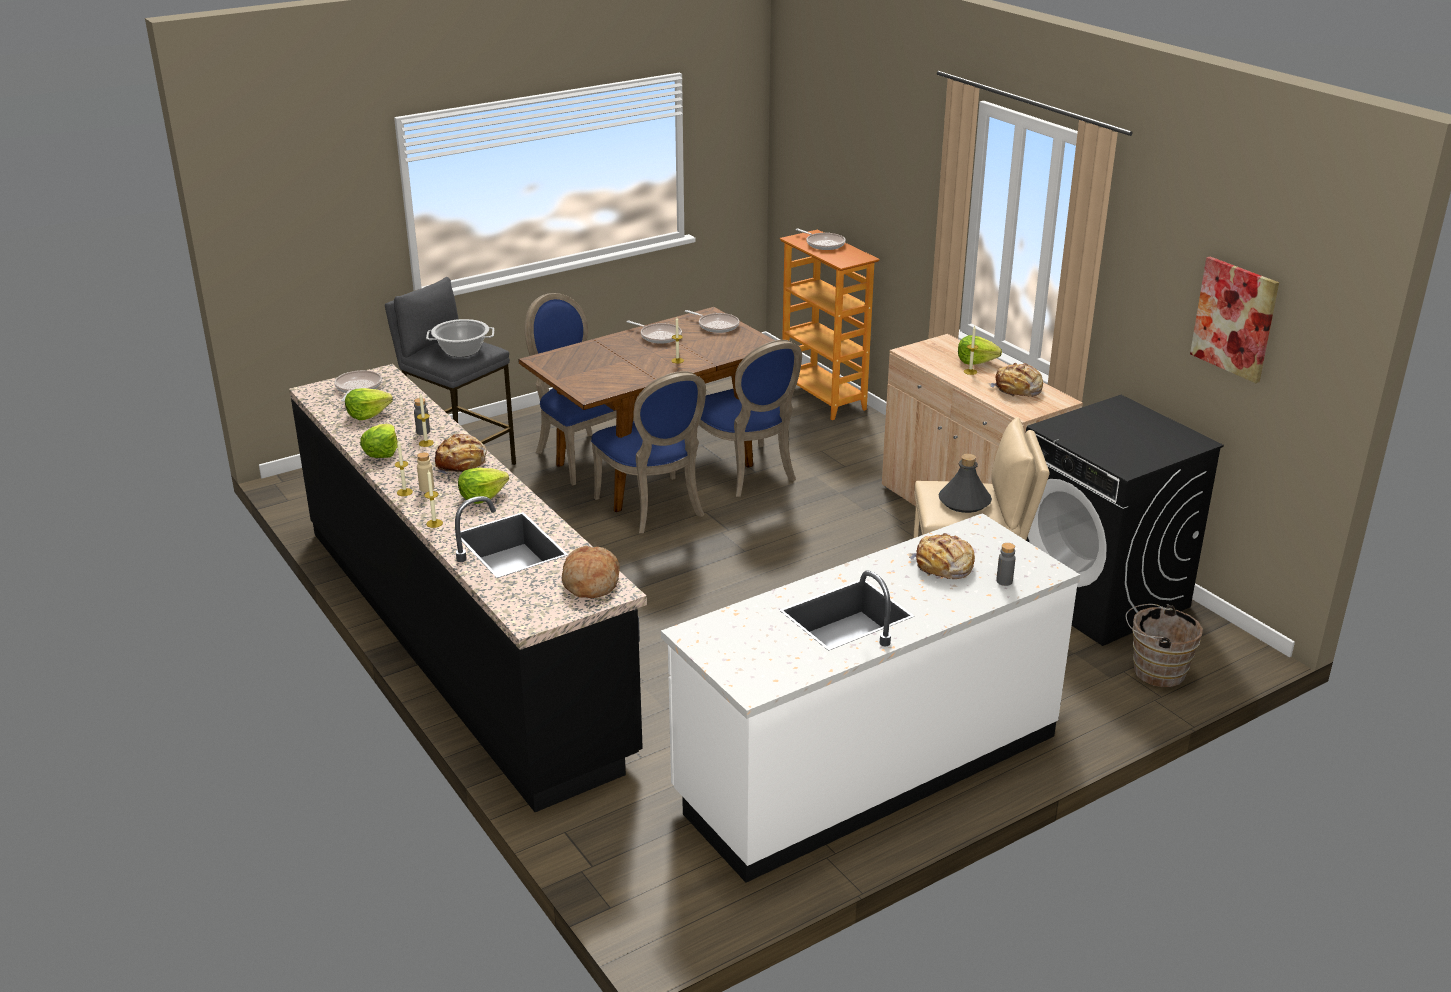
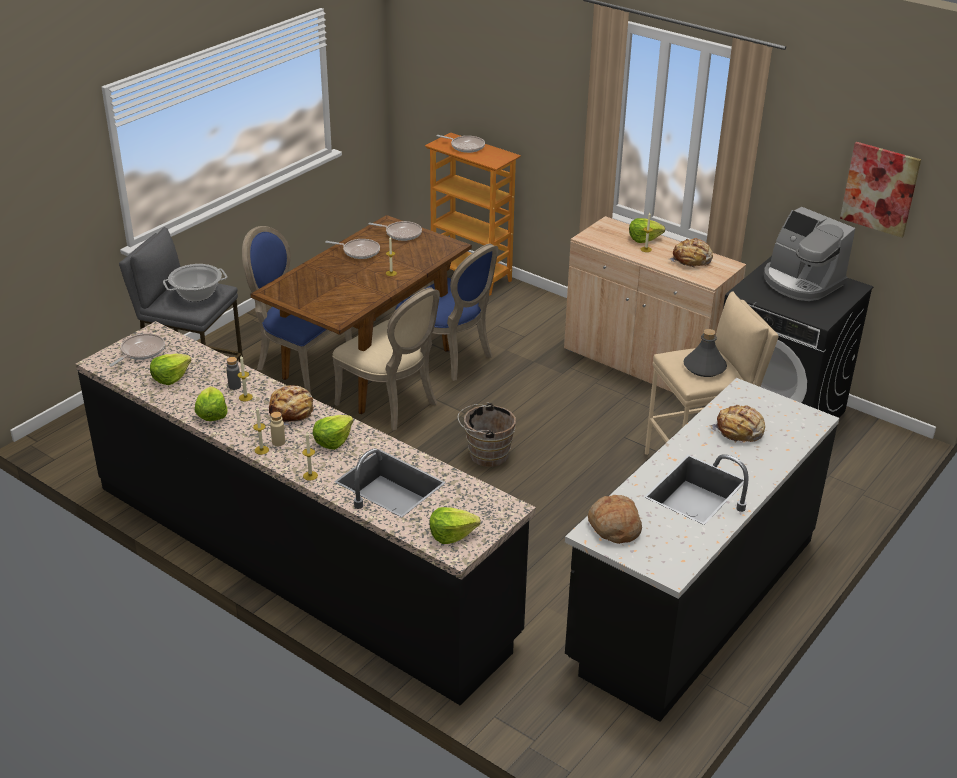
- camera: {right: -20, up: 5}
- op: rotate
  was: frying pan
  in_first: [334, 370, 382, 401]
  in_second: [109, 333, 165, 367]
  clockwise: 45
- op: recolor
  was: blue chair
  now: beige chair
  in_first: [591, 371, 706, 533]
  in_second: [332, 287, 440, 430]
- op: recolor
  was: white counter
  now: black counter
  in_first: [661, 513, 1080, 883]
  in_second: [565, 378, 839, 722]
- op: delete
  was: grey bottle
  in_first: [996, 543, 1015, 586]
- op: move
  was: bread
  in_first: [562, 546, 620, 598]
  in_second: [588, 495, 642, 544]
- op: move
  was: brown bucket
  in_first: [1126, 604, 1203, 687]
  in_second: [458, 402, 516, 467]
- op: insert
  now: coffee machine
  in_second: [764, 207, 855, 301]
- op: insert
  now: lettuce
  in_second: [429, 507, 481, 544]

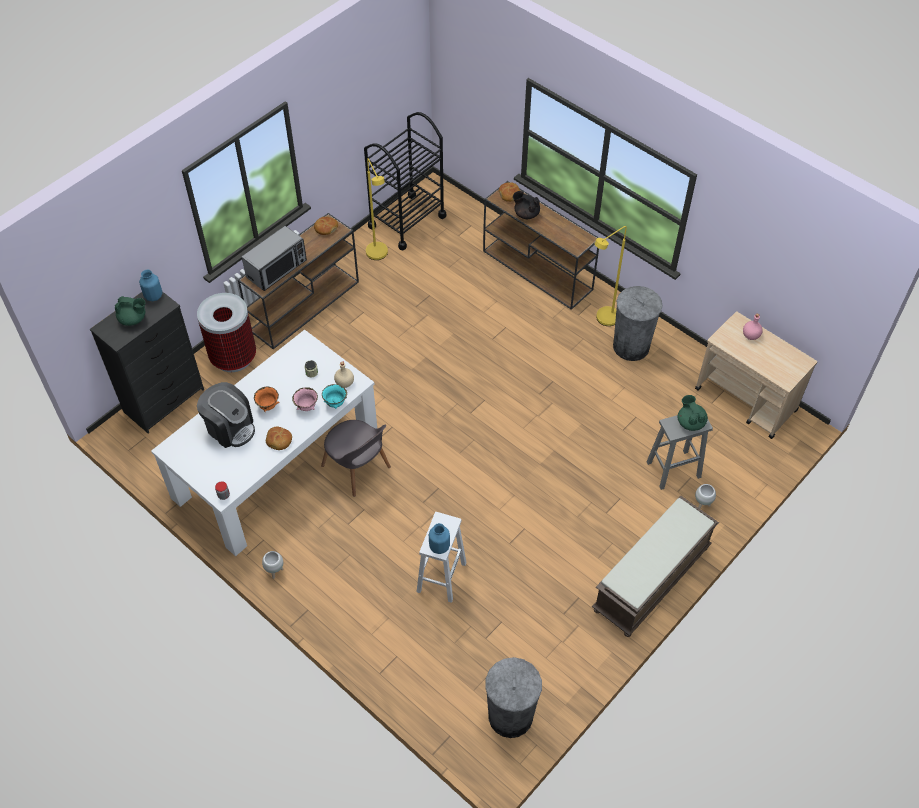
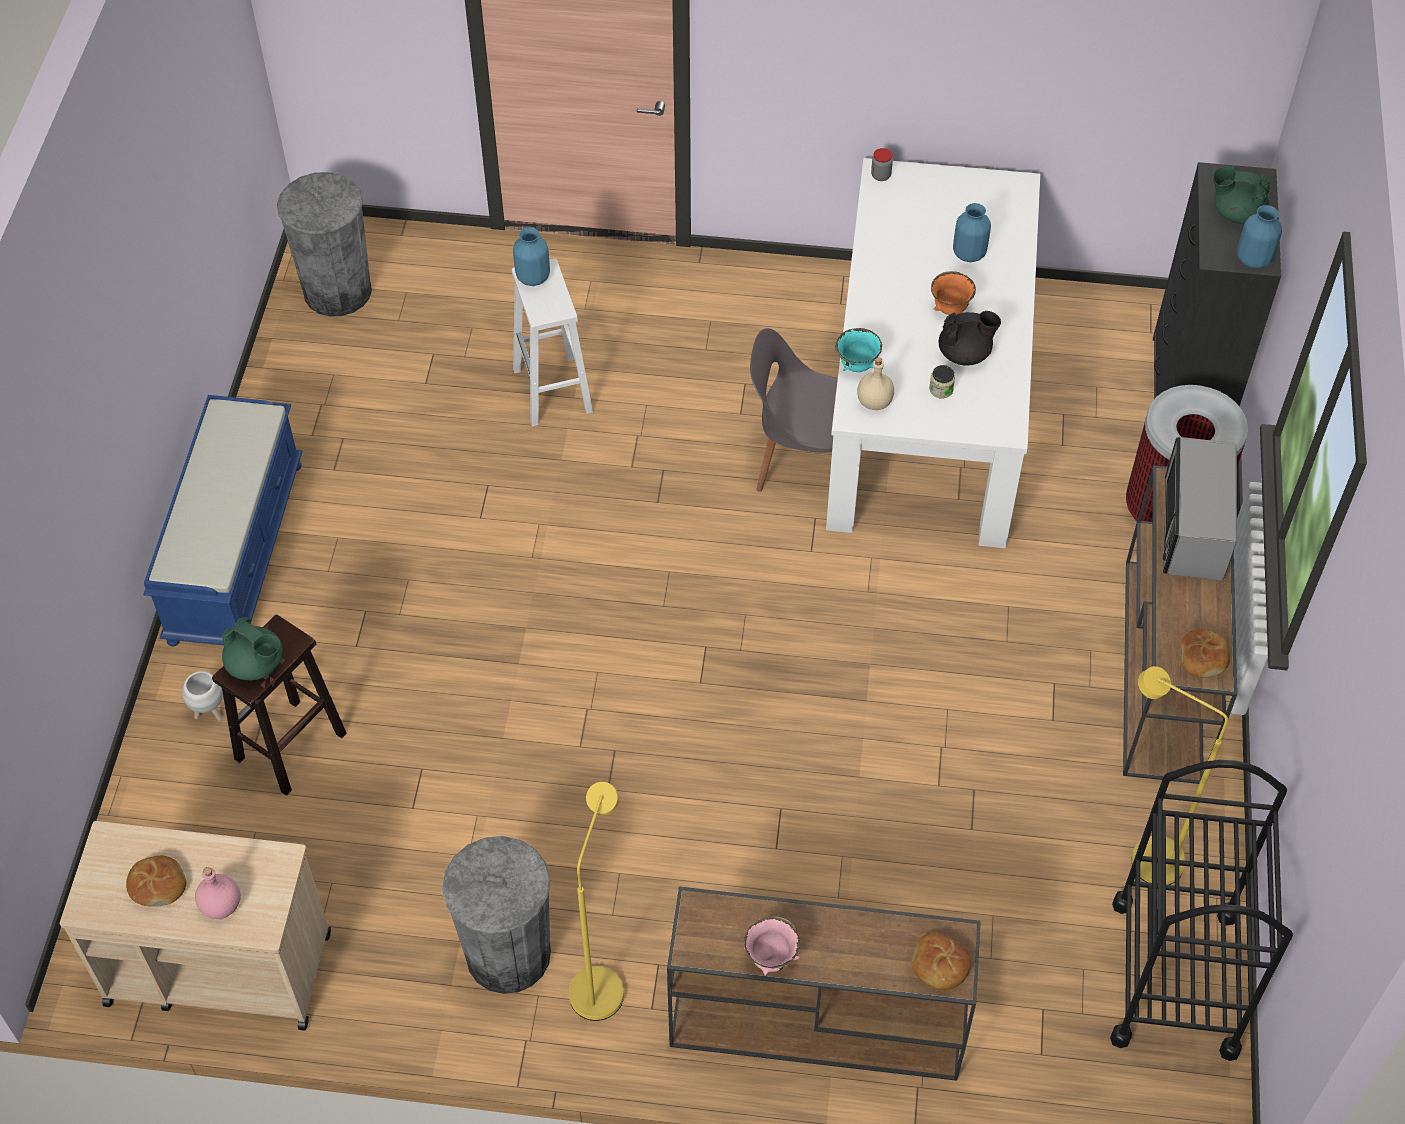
- camera: {right: 145, up: 0}
- op: move
  was: black teapot
  in_first: [513, 191, 540, 219]
  in_second: [939, 311, 1001, 366]
- op: rotate
  was: green teapot
  in_first: [115, 296, 145, 326]
  in_second: [1213, 166, 1270, 224]
  clockwise: 45
- op: replace
  was: coffee machine
  now: blue vase
  in_first: [197, 382, 255, 448]
  in_second: [953, 203, 991, 262]
- op: move
  was: pink bowl
  in_first: [292, 387, 318, 411]
  in_second: [744, 916, 800, 976]
- op: recolor
  was: grey stool
  now: brown stool
  in_first: [647, 415, 713, 490]
  in_second: [212, 615, 347, 796]
- op: move
  was: bread
  in_first: [266, 427, 292, 450]
  in_second: [126, 856, 187, 906]
- op: recolor
  was: brown bench
  now: blue bench
  in_first: [592, 496, 719, 637]
  in_second: [143, 395, 302, 647]
- op: delete
  was: white planter
  in_first: [262, 551, 283, 579]

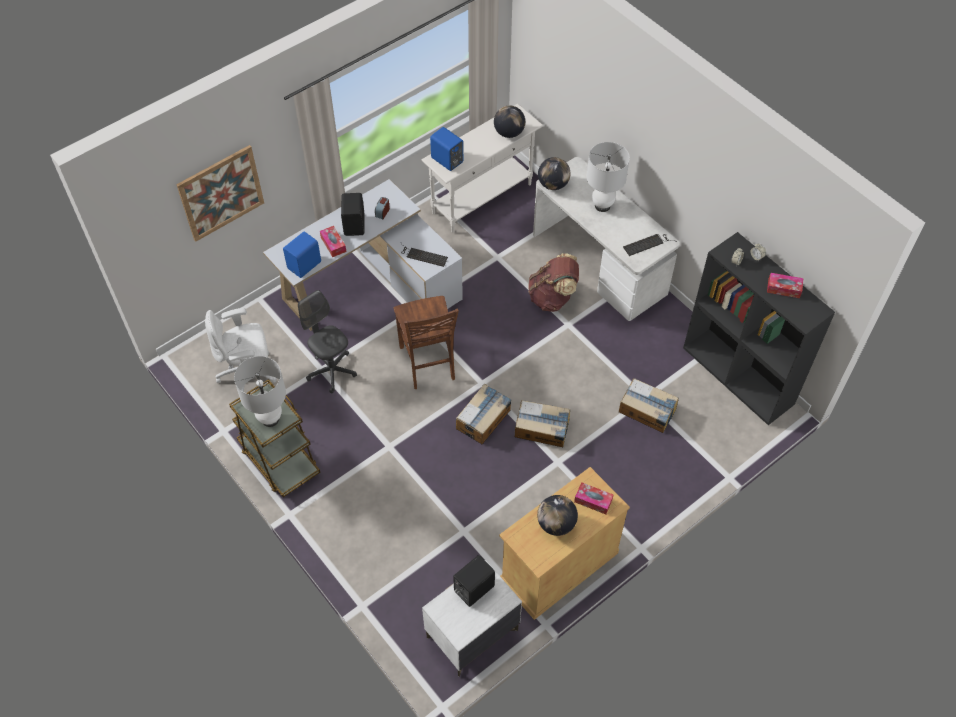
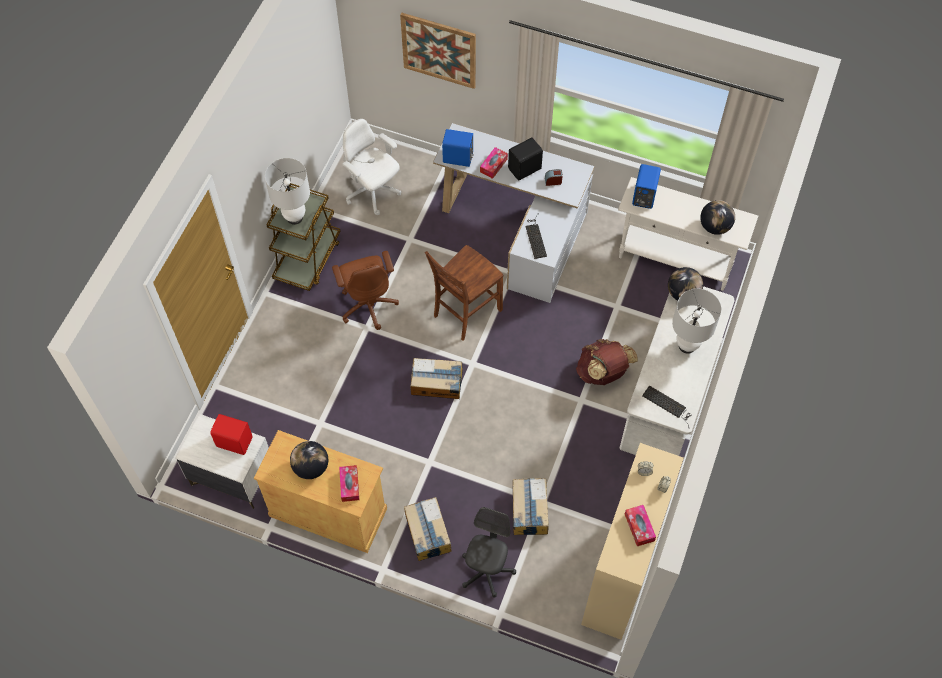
- camera: {right: 60, up: 5}
- op: recolor
  was: black bookcase
  now: beige bookcase
  in_first: [683, 232, 835, 425]
  in_second: [581, 443, 684, 640]
- op: move
  was: grey office chair
  in_first: [298, 290, 357, 393]
  in_second: [462, 507, 516, 598]
- op: move
  was: cardboard box
  in_first: [515, 400, 570, 447]
  in_second: [404, 497, 452, 561]
- op: recolor
  was: black speaker
  now: red speaker
  in_first: [453, 555, 495, 607]
  in_second: [210, 414, 252, 455]
- op: insert
  now: brown office chair
  in_second: [332, 251, 399, 330]

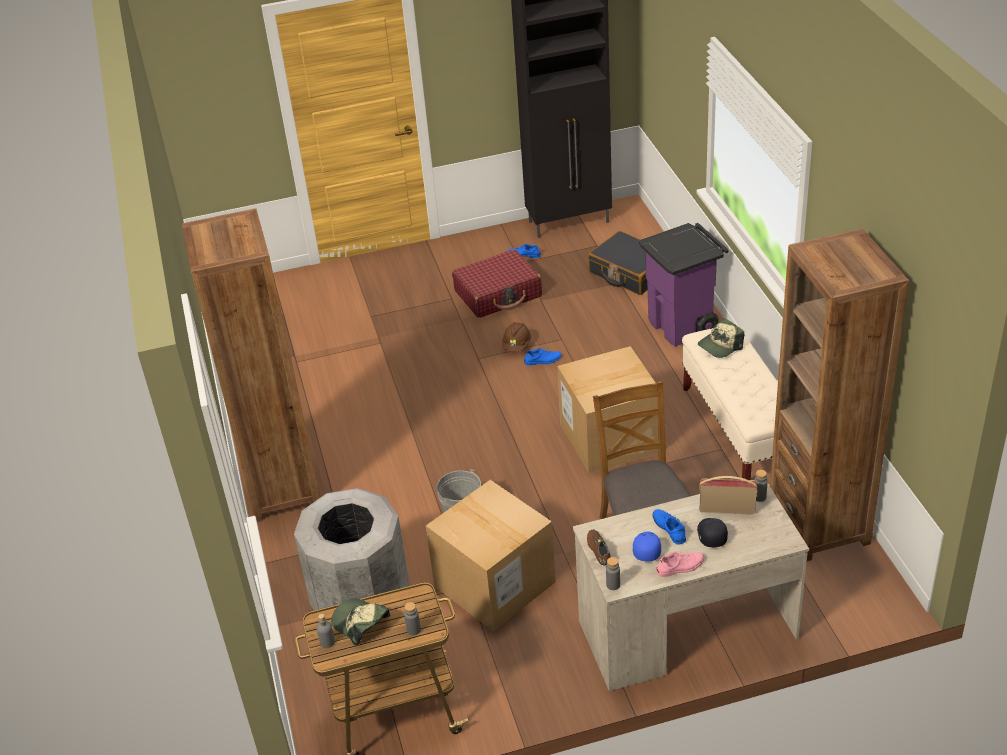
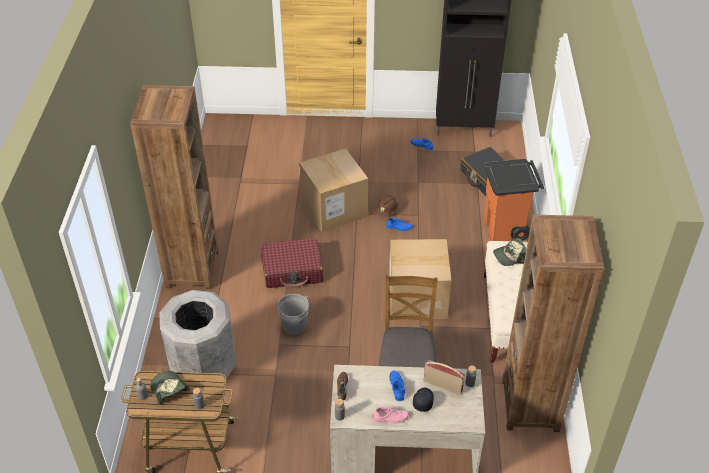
- camera: {right: 15, up: 5}
- op: recolor
  was: purple trash can
  now: orange trash can
  in_first: [639, 223, 729, 347]
  in_second: [484, 159, 544, 241]
- op: move
  was: red suitcase
  in_first: [452, 249, 542, 318]
  in_second: [261, 238, 323, 288]
- op: move
  was: cardboard box
  in_first: [426, 480, 556, 631]
  in_second: [299, 148, 368, 232]
- op: delete
  was: blue cap
  in_first: [633, 532, 661, 561]

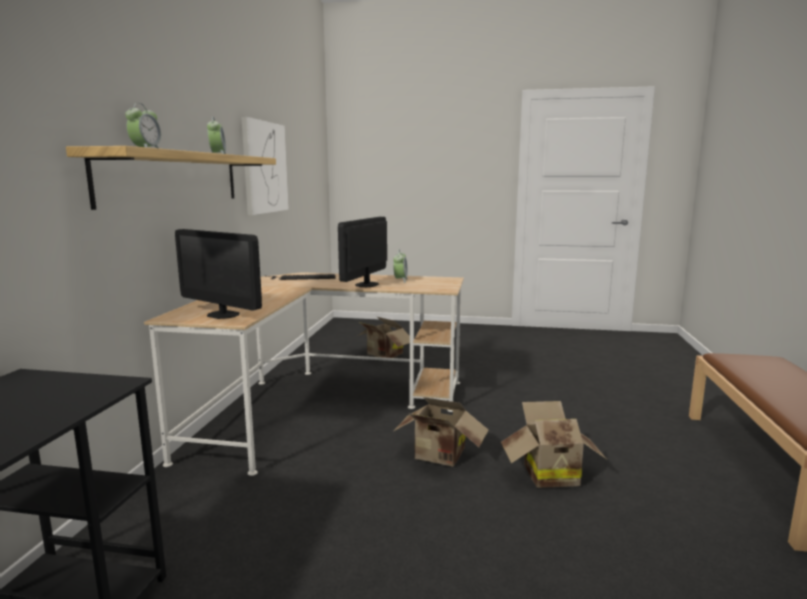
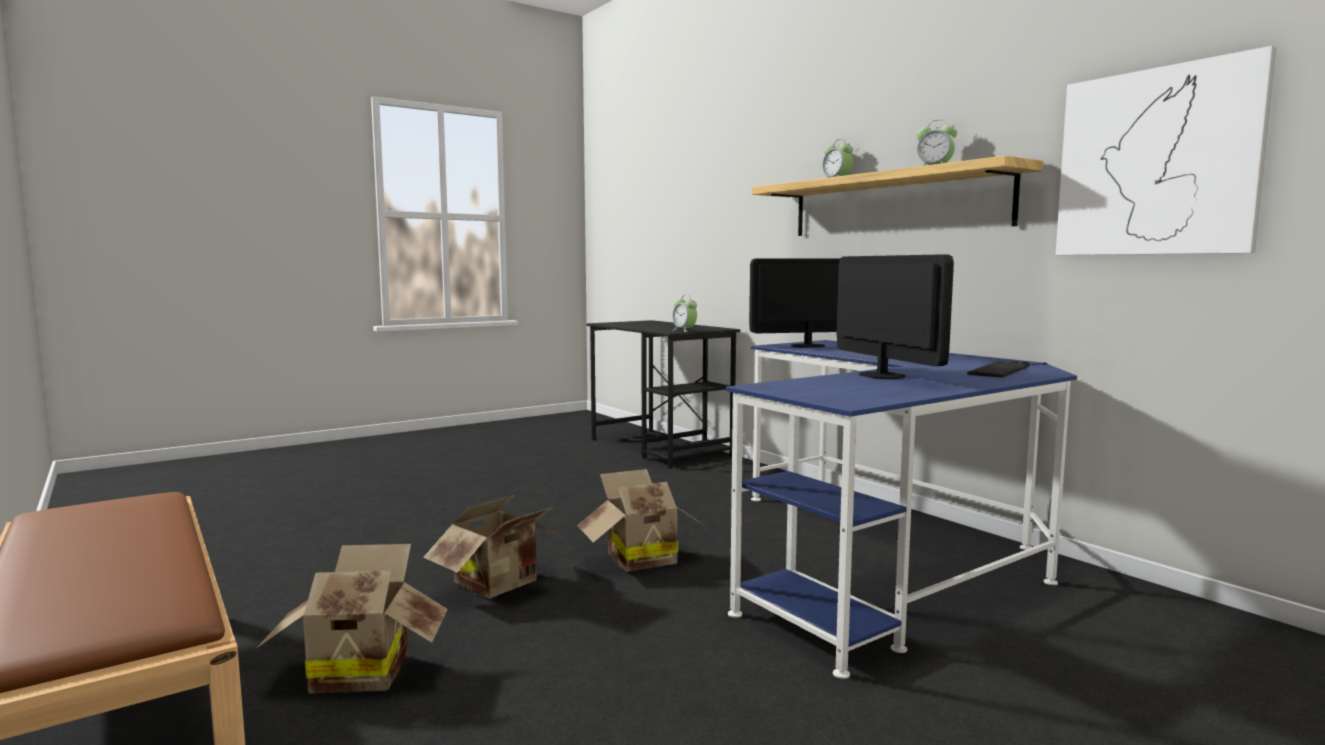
- camera: {right: 135, up: -5}
- op: move
  was: alarm clock
  in_first: [393, 249, 408, 283]
  in_second: [672, 295, 697, 332]
- op: recolor
  was: beige desk
  now: blue desk
  in_first: [144, 272, 464, 476]
  in_second: [726, 340, 1077, 679]
- op: move
  was: cardboard box
  in_first: [358, 317, 410, 358]
  in_second: [257, 544, 448, 693]

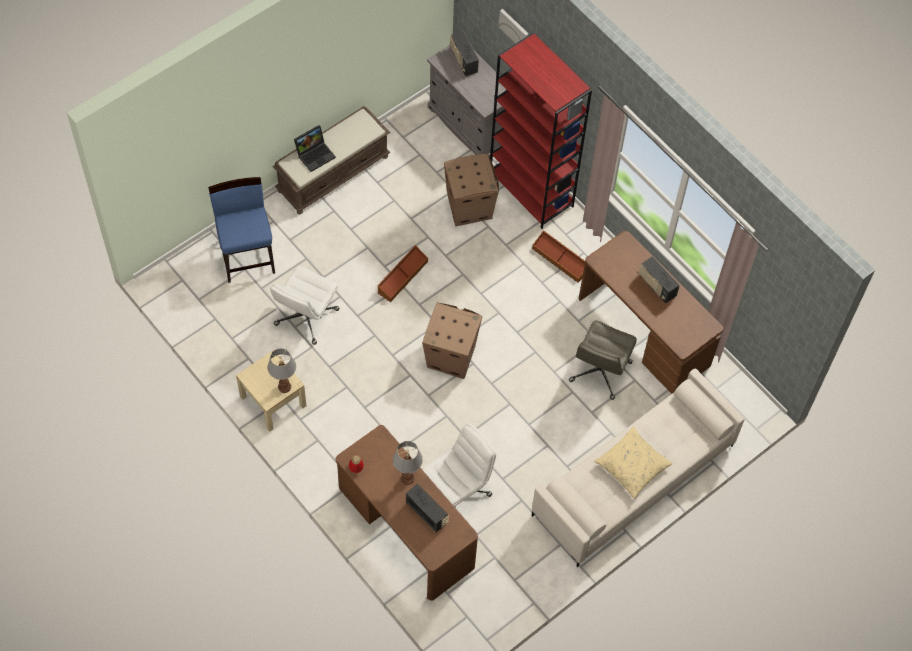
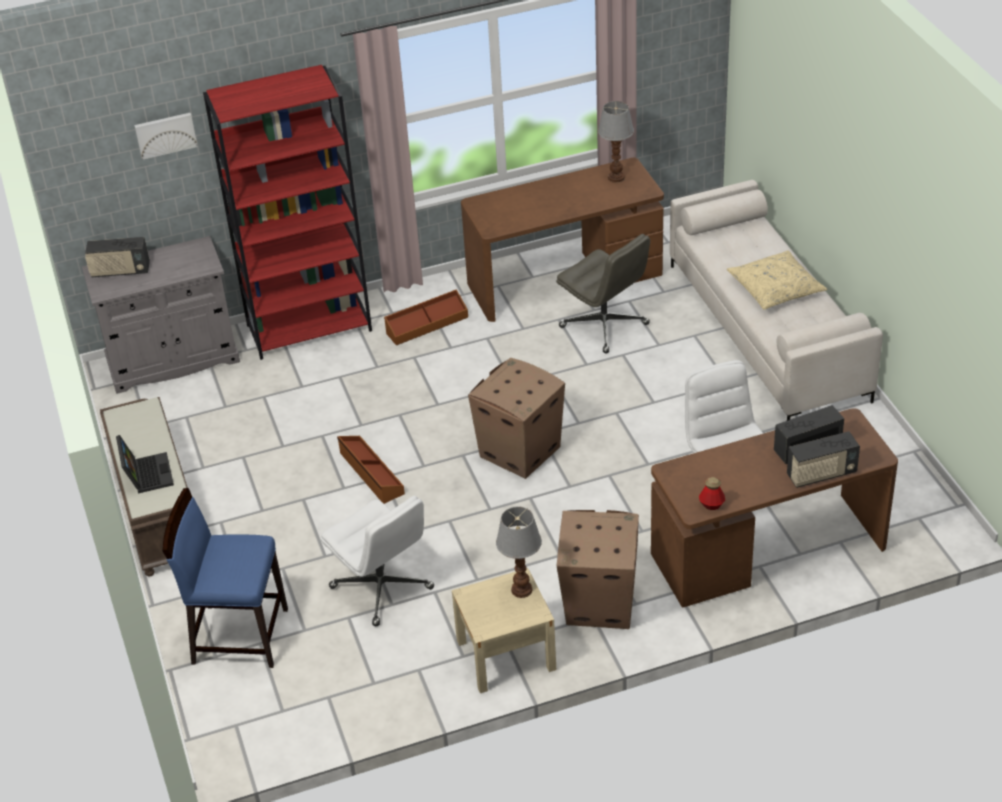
- camera: {right: -65, up: -20}
- op: move
  was: cardboard box
  in_first: [444, 154, 499, 226]
  in_second: [557, 510, 639, 629]
- op: move
  was: radio
  in_first: [639, 256, 680, 303]
  in_second: [787, 431, 860, 488]
- op: move
  was: table lamp
  in_first: [393, 441, 423, 485]
  in_second: [598, 101, 634, 183]

